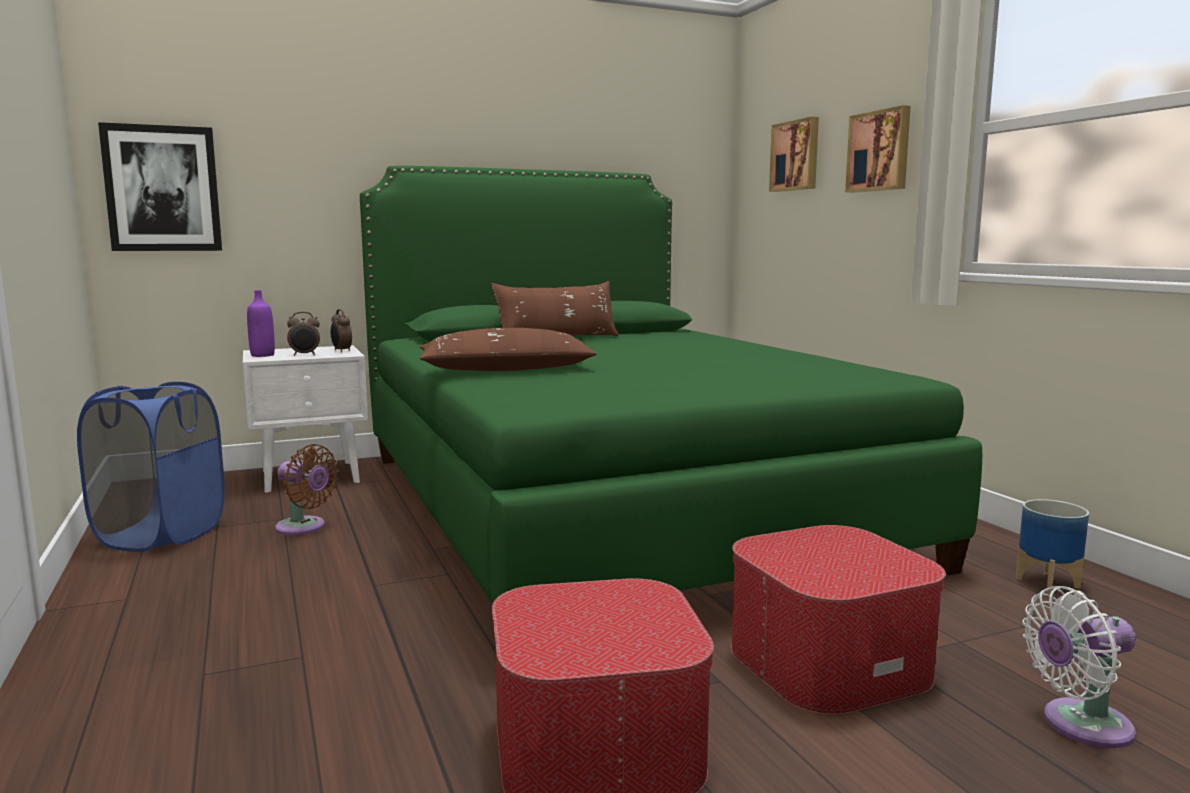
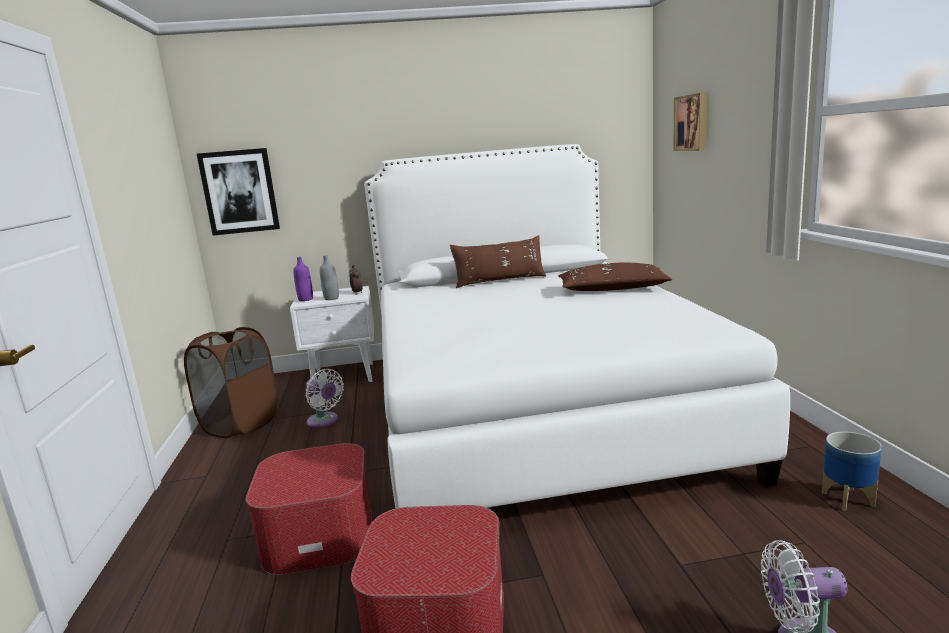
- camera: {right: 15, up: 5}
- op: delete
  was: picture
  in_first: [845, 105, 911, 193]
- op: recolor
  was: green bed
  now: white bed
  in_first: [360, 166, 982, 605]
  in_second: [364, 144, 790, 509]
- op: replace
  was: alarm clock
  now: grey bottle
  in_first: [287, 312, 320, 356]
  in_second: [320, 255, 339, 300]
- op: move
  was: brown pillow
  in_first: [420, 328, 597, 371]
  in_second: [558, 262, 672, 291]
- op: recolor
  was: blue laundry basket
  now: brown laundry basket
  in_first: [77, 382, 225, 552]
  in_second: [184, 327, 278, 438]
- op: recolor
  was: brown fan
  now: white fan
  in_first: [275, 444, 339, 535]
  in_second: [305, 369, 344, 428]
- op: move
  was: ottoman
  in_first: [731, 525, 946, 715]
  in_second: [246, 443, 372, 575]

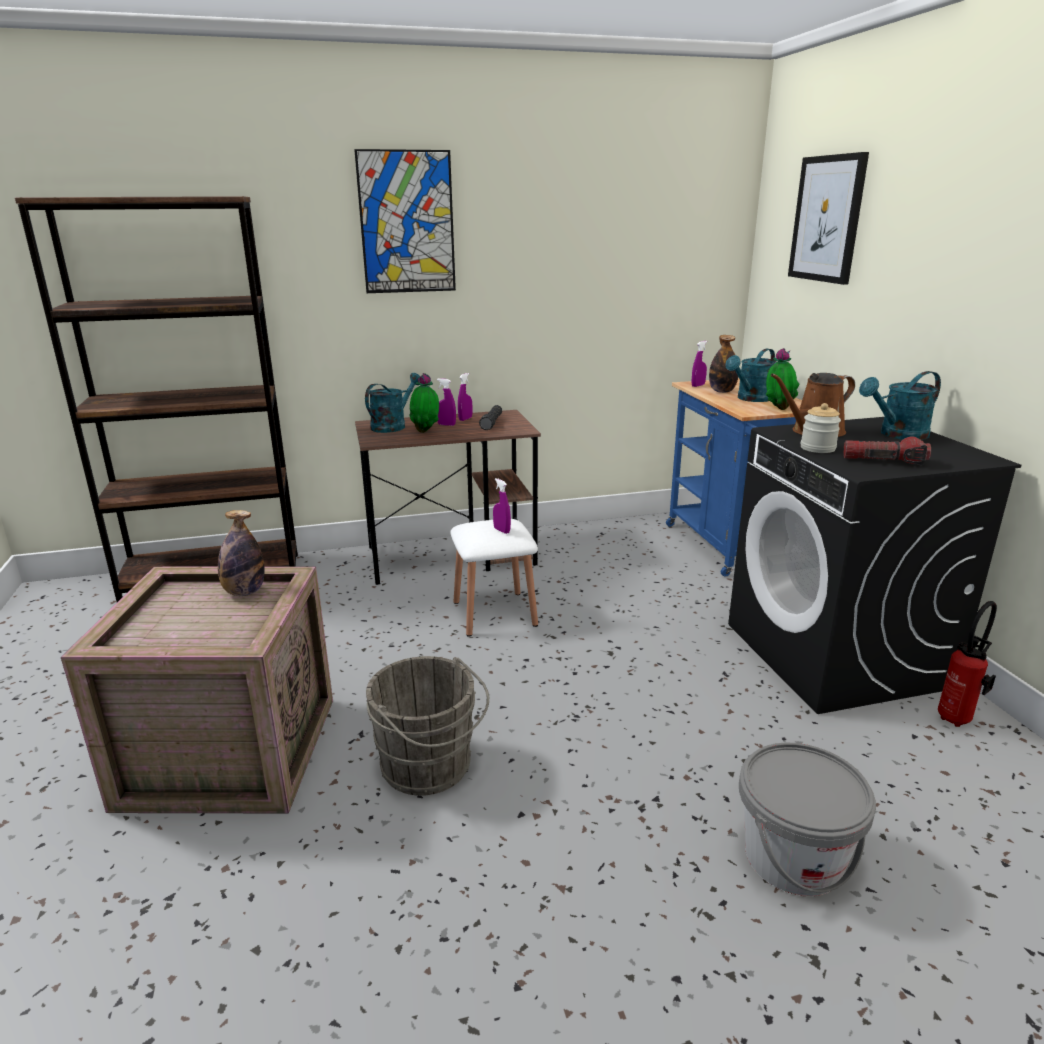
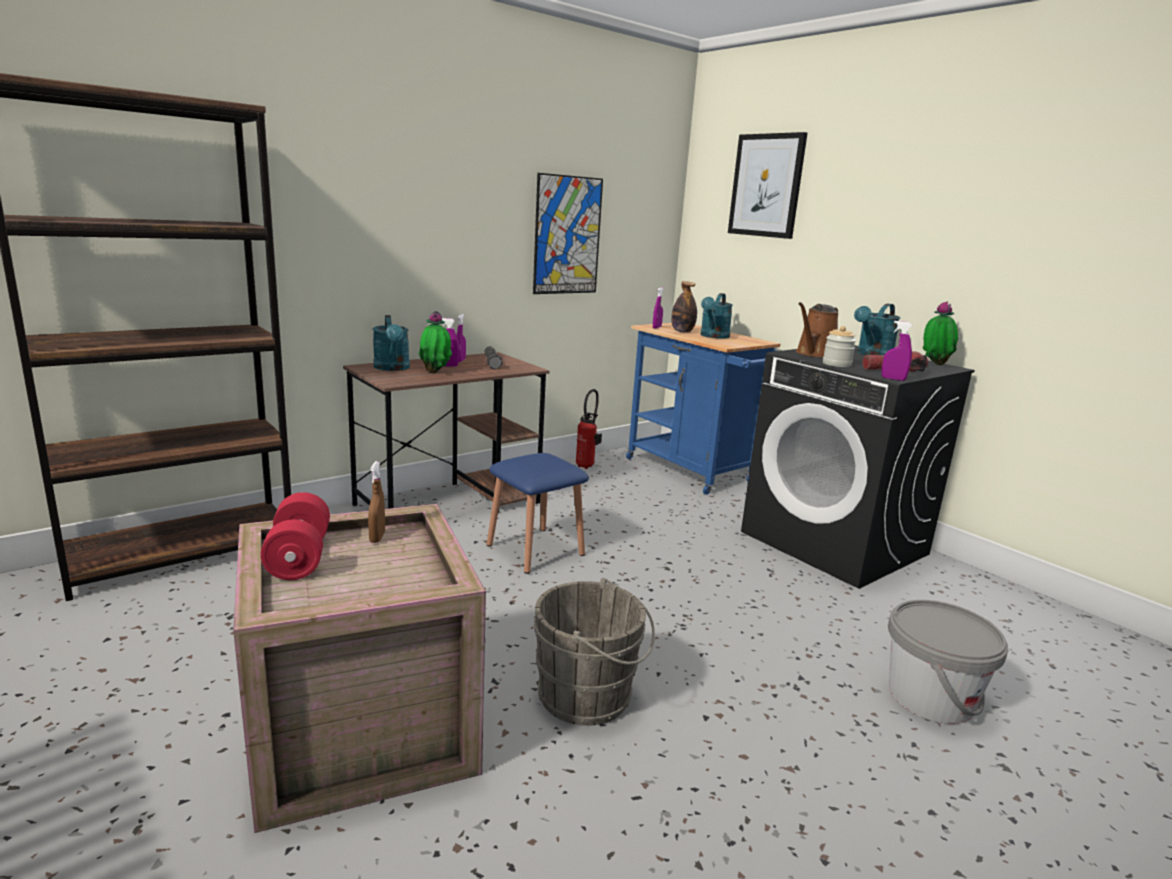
- camera: {right: -25, up: -5}
- op: move
  was: picture
  in_first: [354, 149, 456, 293]
  in_second: [533, 173, 603, 294]
- op: move
  was: potted plant
  in_first: [766, 348, 800, 410]
  in_second: [923, 302, 958, 365]
- op: rotate
  was: turquoise watering can
  in_first: [365, 373, 420, 433]
  in_second: [372, 315, 410, 371]
  clockwise: 150
- op: move
  was: purple spray bottle
  in_first: [493, 478, 511, 534]
  in_second: [882, 321, 913, 381]
- op: replace
  was: bottle
  now: brown spray bottle
  in_first: [218, 510, 265, 596]
  in_second: [368, 461, 385, 543]
- op: recolor
  was: white stool
  now: blue stool
  in_first: [450, 519, 538, 637]
  in_second: [487, 453, 589, 574]
- op: move
  was: fire extinguisher
  in_first: [938, 601, 997, 727]
  in_second: [576, 389, 602, 469]
- op: insert
  now: red dumbbell
  in_second: [260, 492, 330, 580]

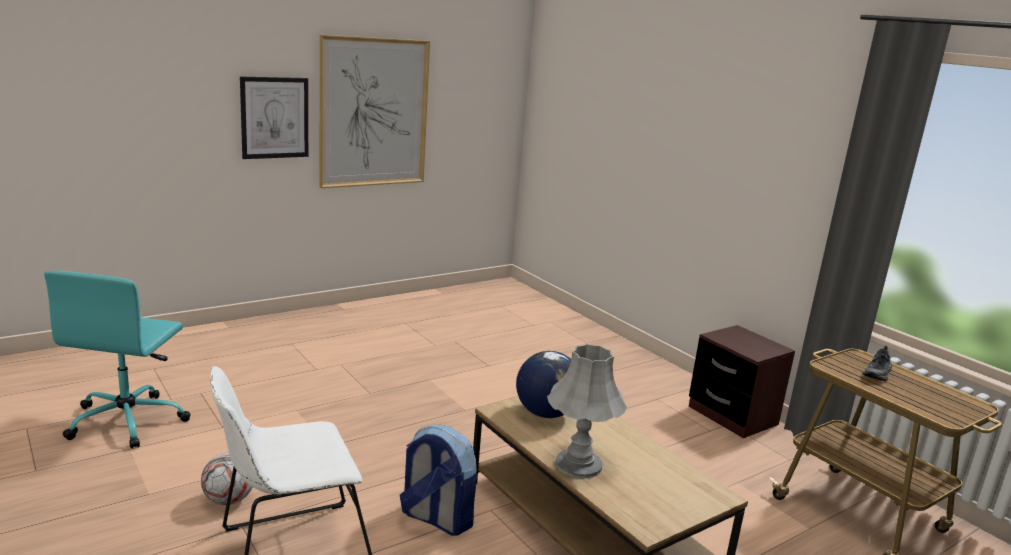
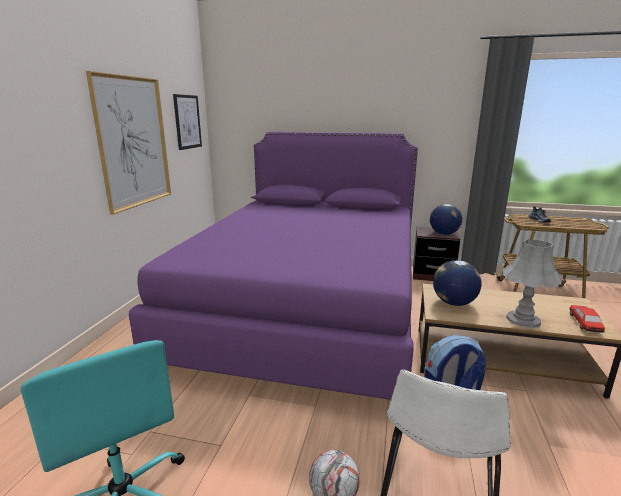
- camera: {right: -40, up: 0}
- op: move
  was: picture
  in_first: [240, 77, 308, 159]
  in_second: [173, 94, 202, 150]
- op: insert
  now: purple bed
  in_second: [129, 132, 418, 400]
- op: insert
  now: globe
  in_second: [430, 204, 462, 235]
- op: insert
  now: toy car
  in_second: [569, 305, 605, 333]

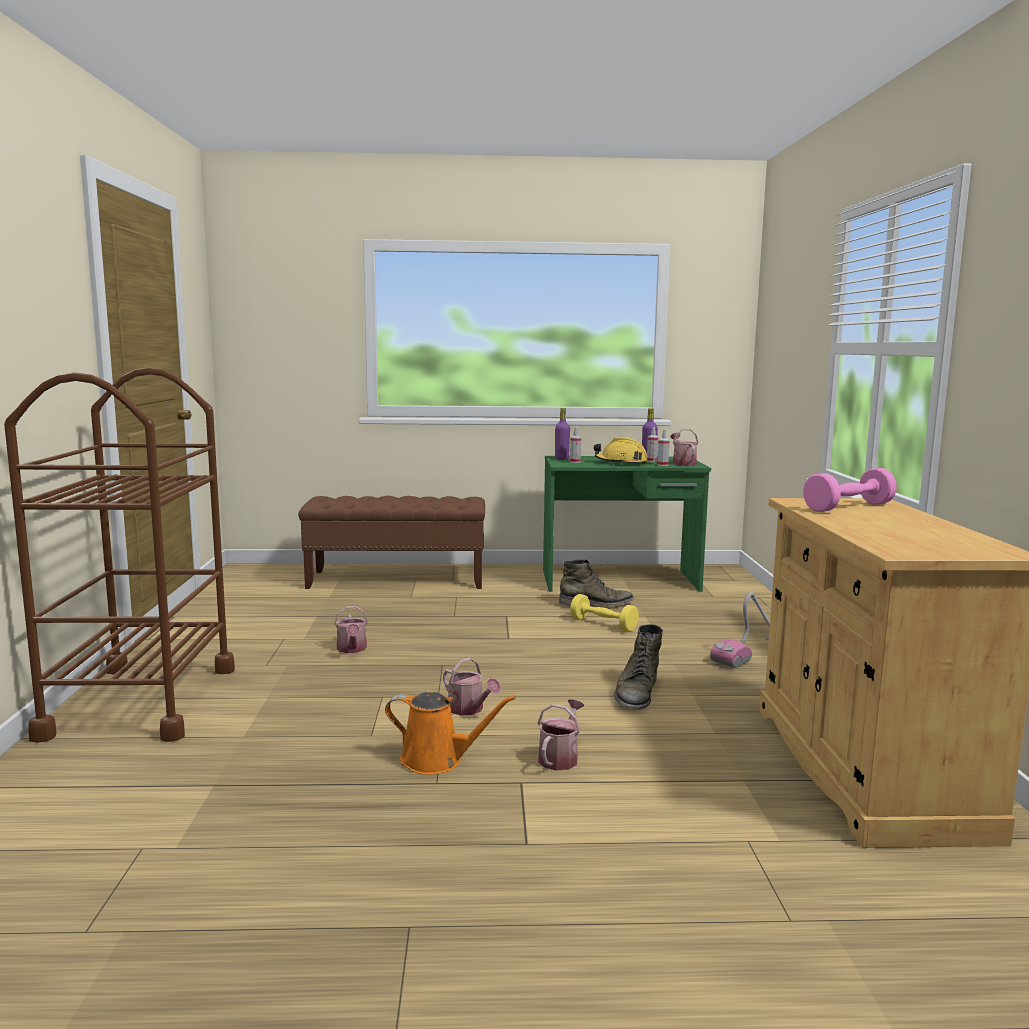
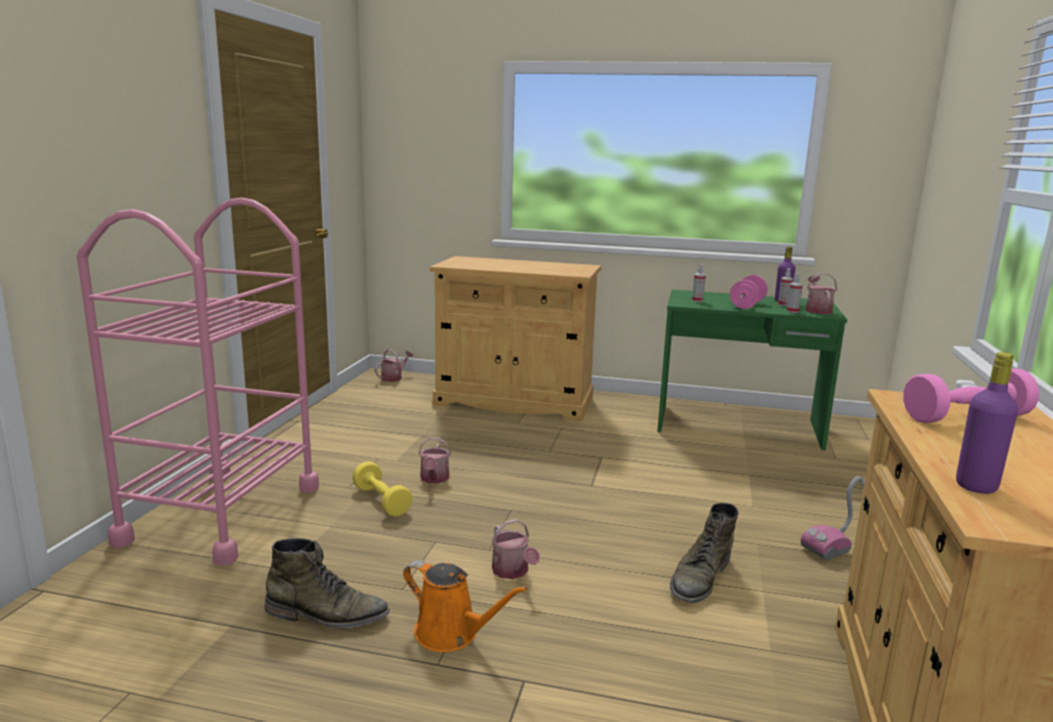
- camera: {right: 15, up: 5}
- op: recolor
  was: brown cart
  now: pink cart
  in_first: [4, 367, 235, 743]
  in_second: [77, 198, 319, 565]
- op: move
  was: purple bottle
  in_first: [555, 408, 570, 460]
  in_second: [956, 352, 1018, 494]
- op: replace
  was: yellow hard hat
  now: pink dumbbell
  in_first: [594, 437, 648, 465]
  in_second: [730, 275, 768, 309]
- op: replace
  was: brown bench
  now: beige cabinet
  in_first: [298, 496, 485, 589]
  in_second: [429, 256, 601, 421]
- op: move
  was: green boot
  in_first: [559, 559, 634, 606]
  in_second: [265, 538, 390, 628]
- op: move
  was: yellow dumbbell
  in_first: [570, 594, 639, 632]
  in_second: [352, 461, 413, 517]
- op: move
  was: watering can
  in_first: [538, 699, 584, 771]
  in_second: [375, 349, 414, 382]

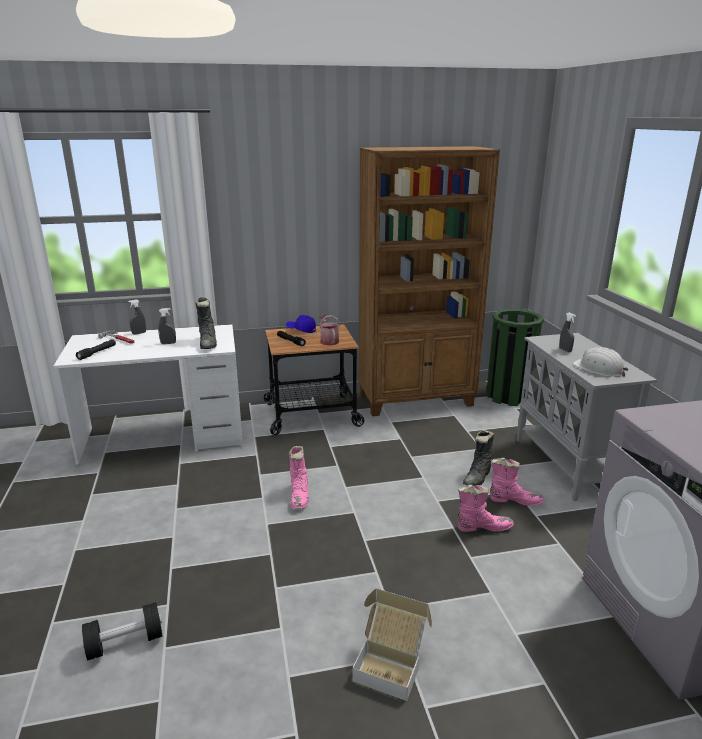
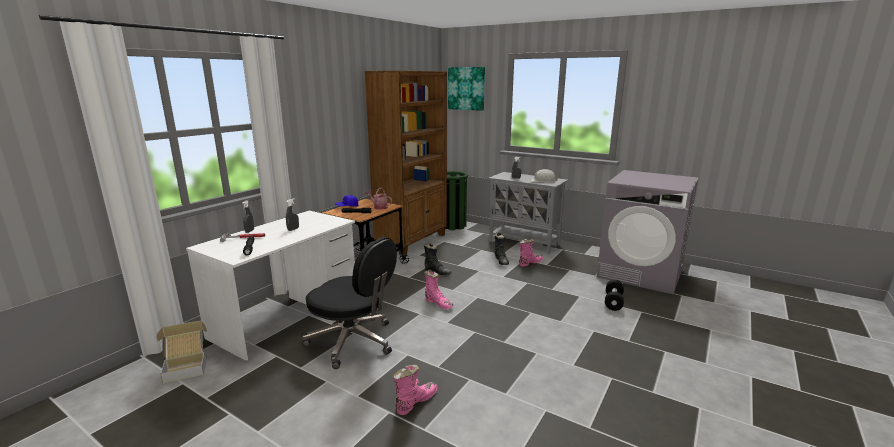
- camera: {right: -45, up: -5}
- op: move
  was: black boot
  in_first: [195, 297, 217, 349]
  in_second: [424, 243, 452, 275]
- op: move
  was: pink boot
  in_first: [457, 484, 514, 532]
  in_second: [393, 365, 437, 415]
- op: move
  was: cardboard box
  in_first: [352, 588, 432, 701]
  in_second: [156, 320, 207, 384]
- op: move
  was: black dumbbell
  in_first: [82, 602, 163, 661]
  in_second: [605, 280, 624, 311]
- op: insert
  now: picture
  in_second: [448, 67, 485, 111]
- op: insert
  now: black office chair
  in_second: [302, 237, 397, 369]

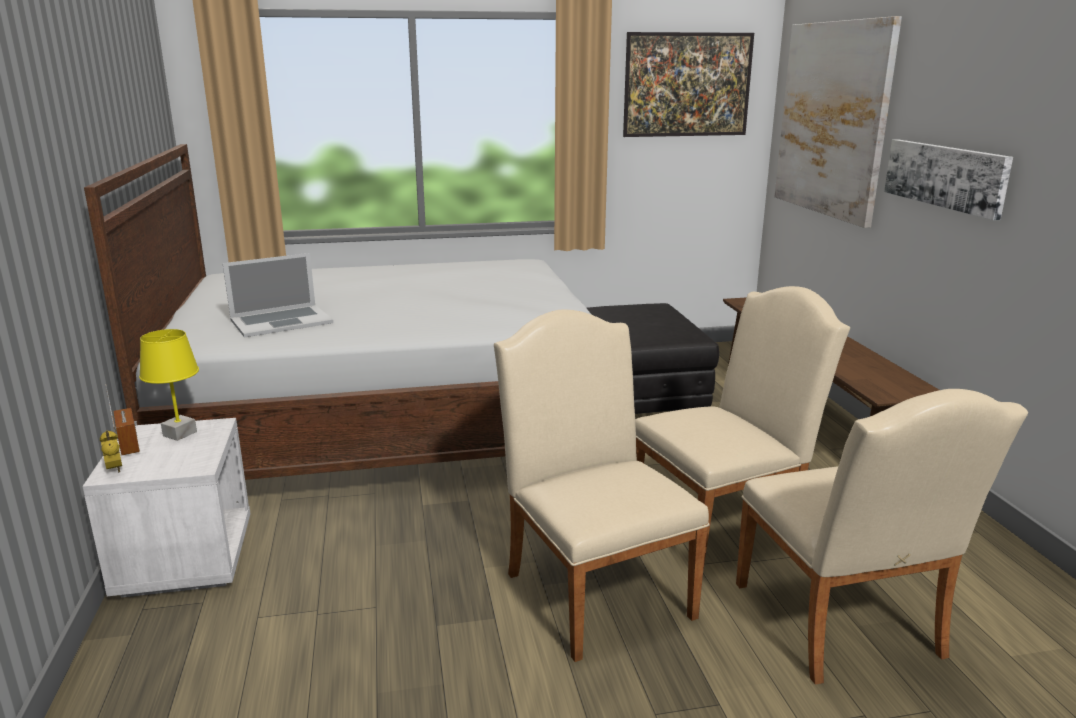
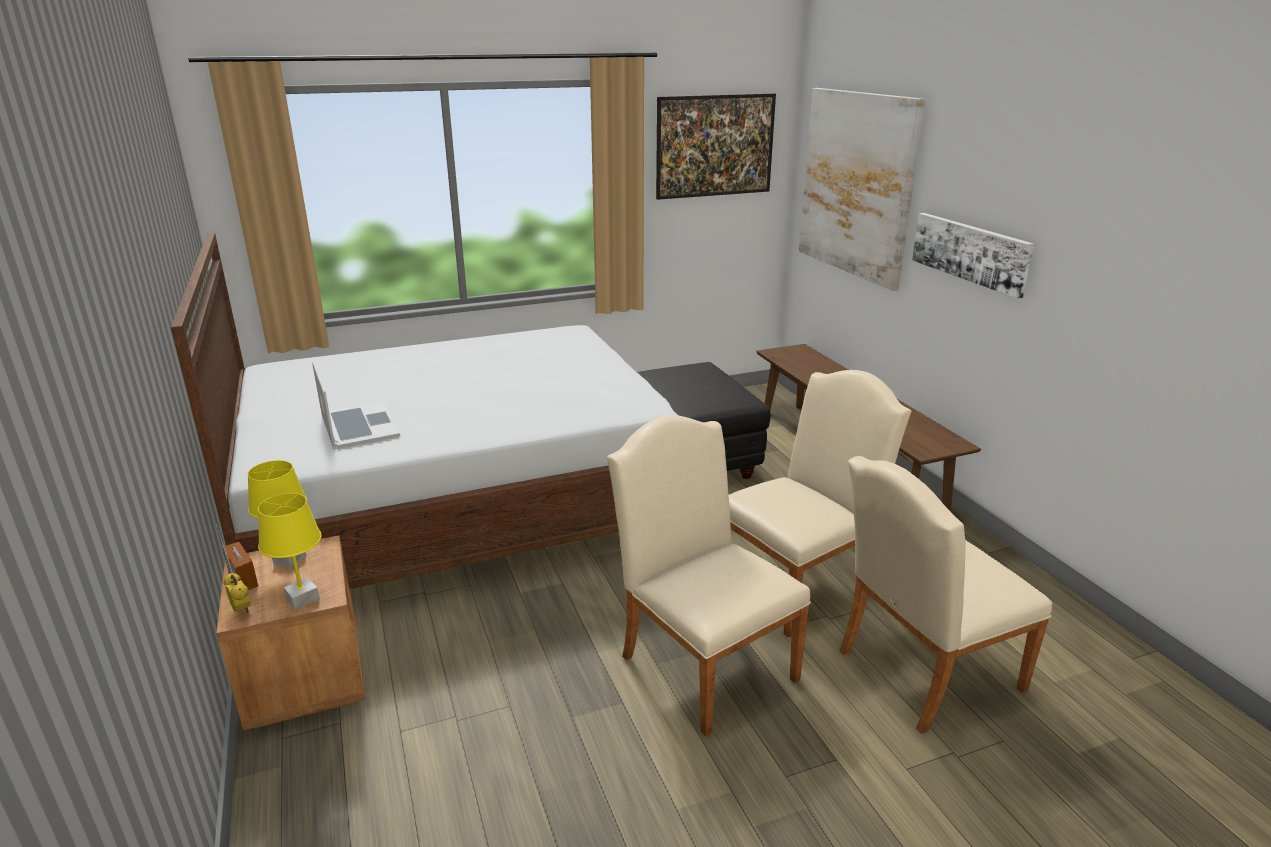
- camera: {right: -10, up: 5}
- op: rotate
  was: laptop
  in_first: [223, 253, 333, 338]
  in_second: [312, 361, 400, 449]
  clockwise: -75
- op: rotate
  was: beige chair
  in_first: [736, 389, 1028, 684]
  in_second: [839, 456, 1052, 734]
  clockwise: 90
- op: recolor
  was: white nightstand
  now: brown nightstand
  in_first: [83, 418, 251, 598]
  in_second: [216, 535, 365, 730]
- op: insert
  now: yellow table lamp
  in_second: [258, 493, 322, 610]

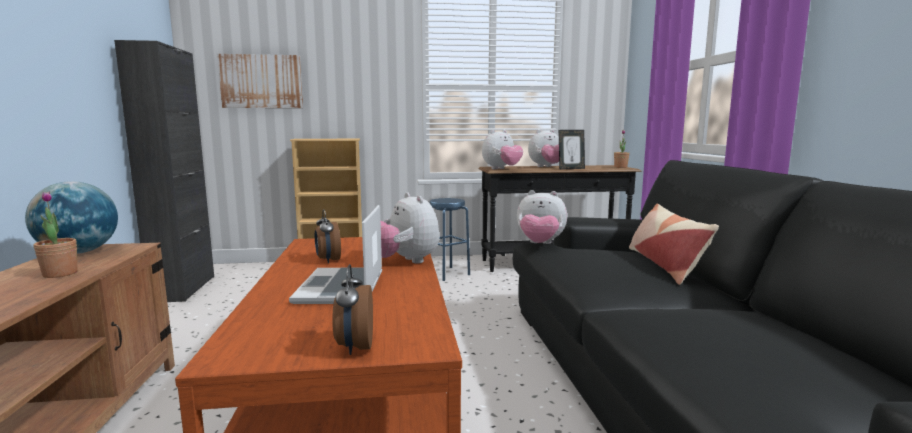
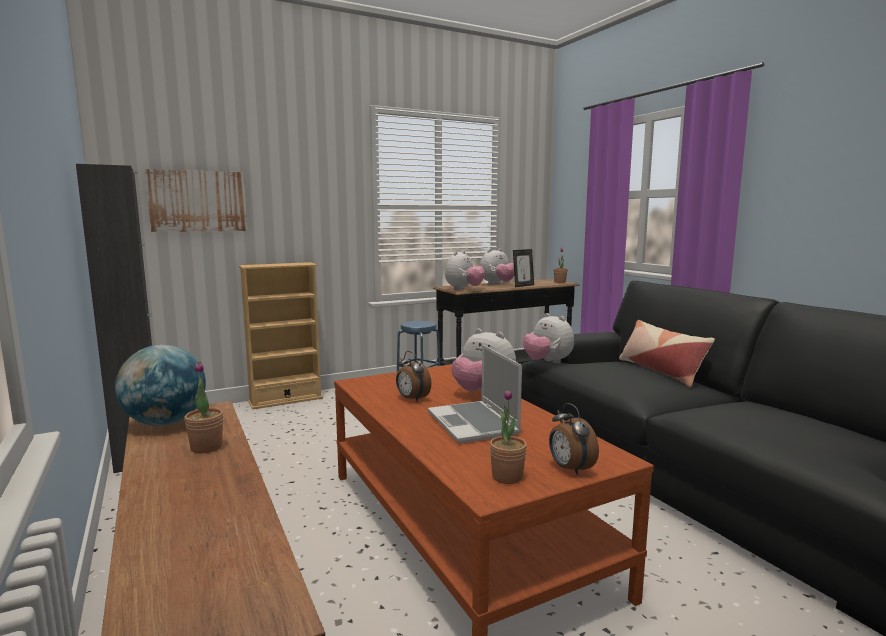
- camera: {right: -20, up: 0}
- op: rotate
  was: plush toy
  in_first: [517, 190, 567, 244]
  in_second: [523, 313, 574, 364]
  clockwise: 60
- op: insert
  now: potted plant
  in_second: [490, 388, 527, 484]

